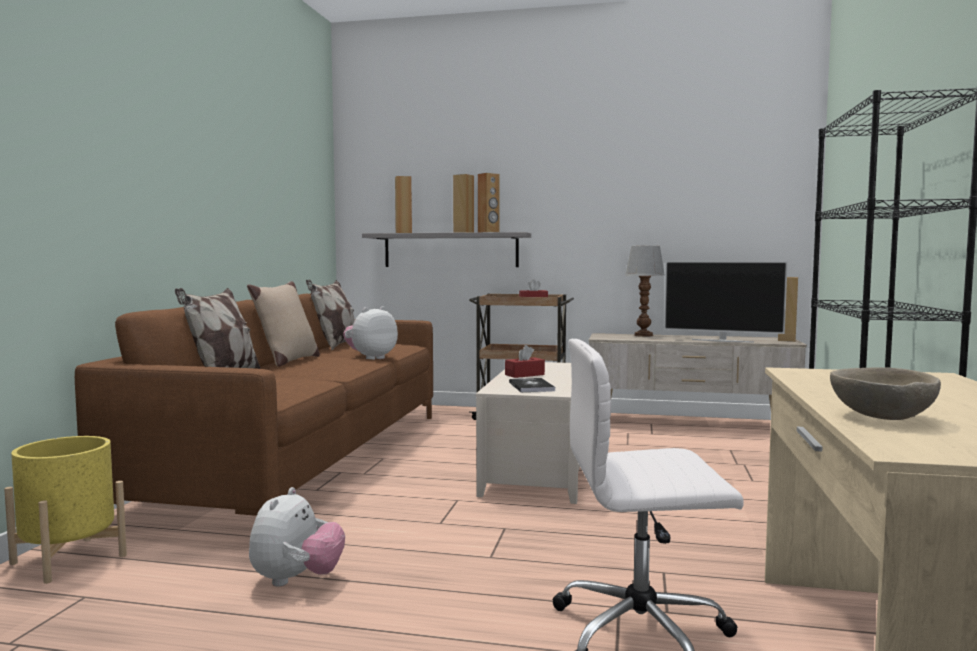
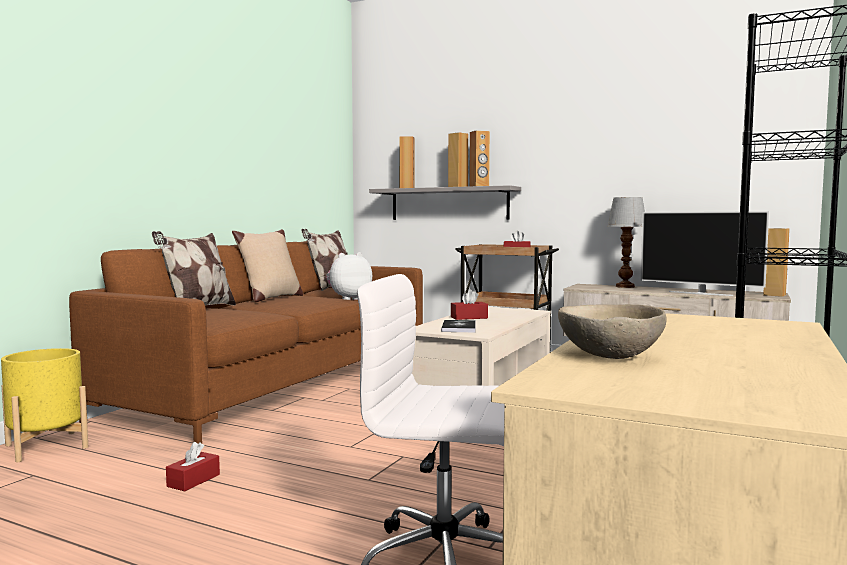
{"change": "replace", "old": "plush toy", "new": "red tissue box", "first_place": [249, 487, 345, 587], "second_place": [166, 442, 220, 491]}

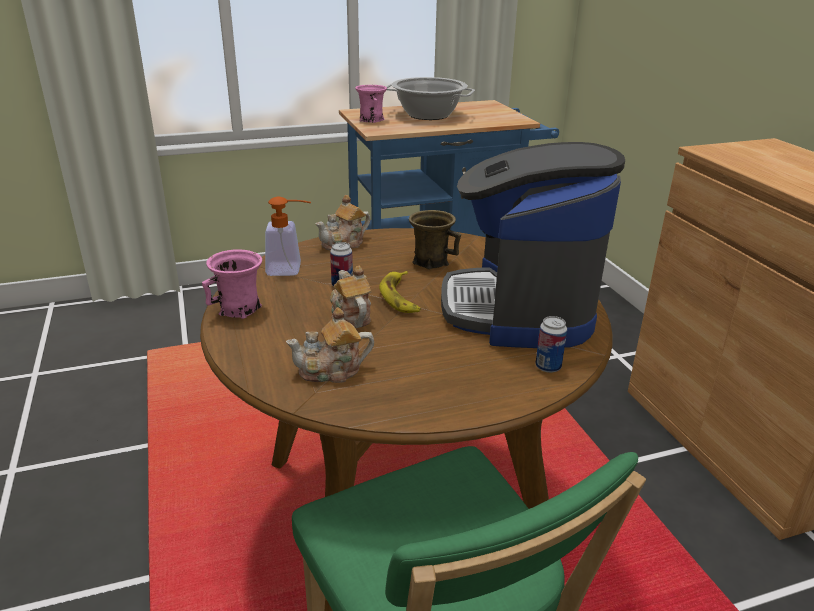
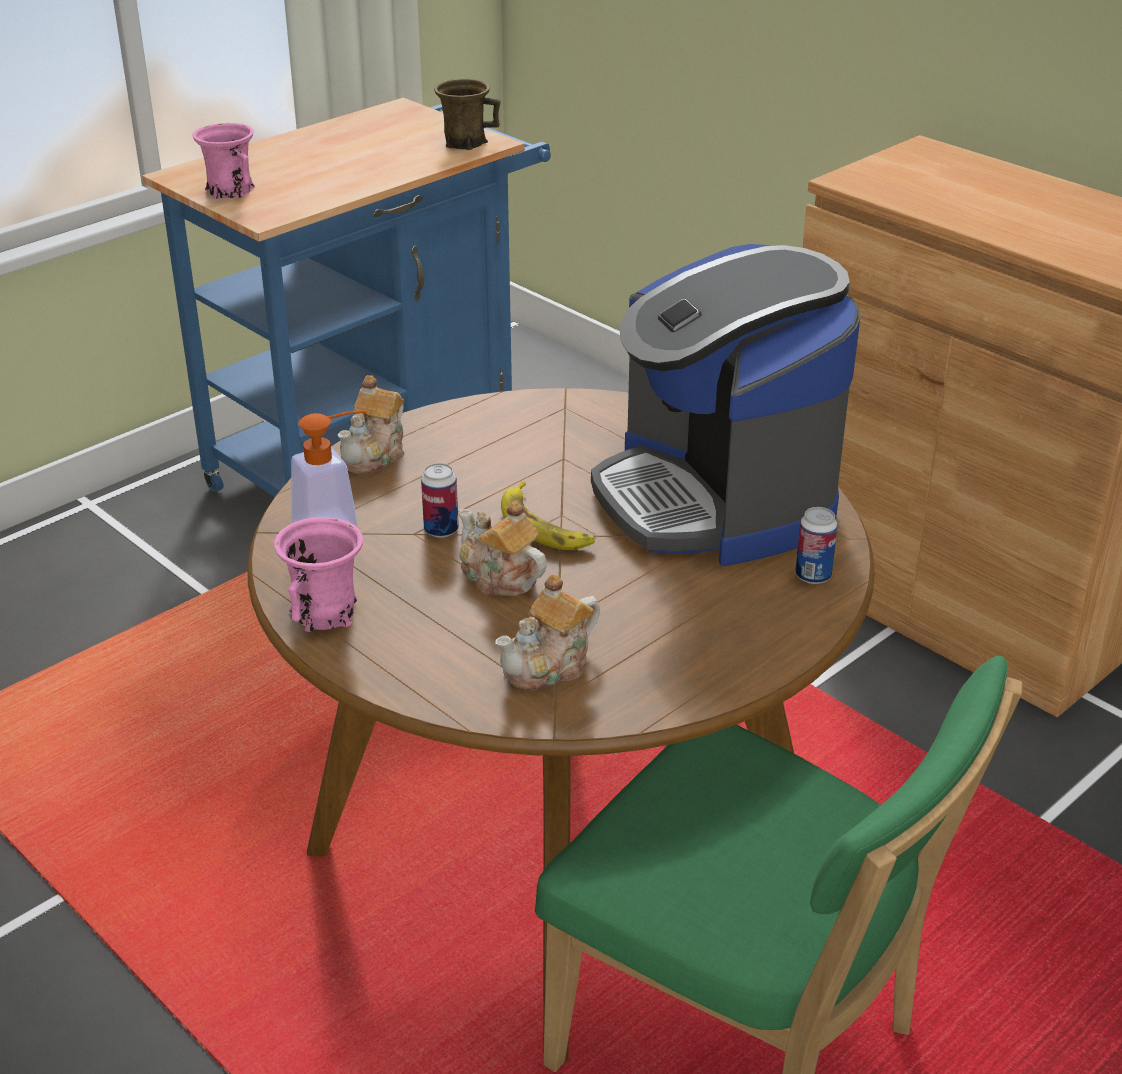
{"change": "delete", "old": "cooking pot", "first_place": [386, 77, 475, 120]}
{"change": "move", "old": "brown mug", "first_place": [409, 210, 461, 269], "second_place": [434, 78, 501, 150]}

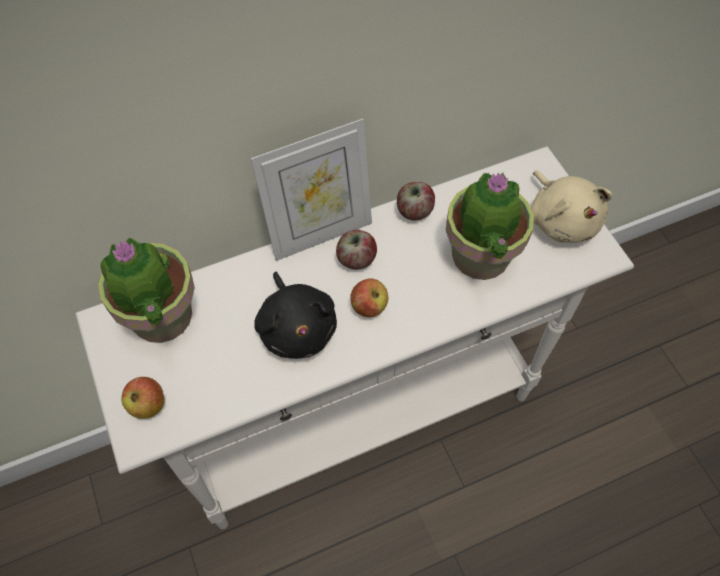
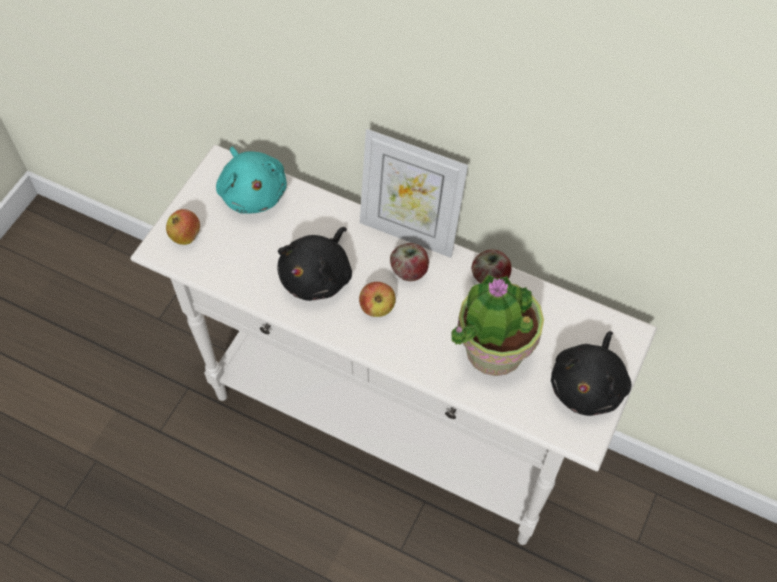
{"change": "replace", "old": "potted plant", "new": "turquoise plush toy", "first_place": [98, 237, 195, 343], "second_place": [216, 146, 287, 214]}
{"change": "recolor", "old": "beige plush toy", "new": "black plush toy", "first_place": [531, 170, 612, 243], "second_place": [551, 331, 631, 416]}

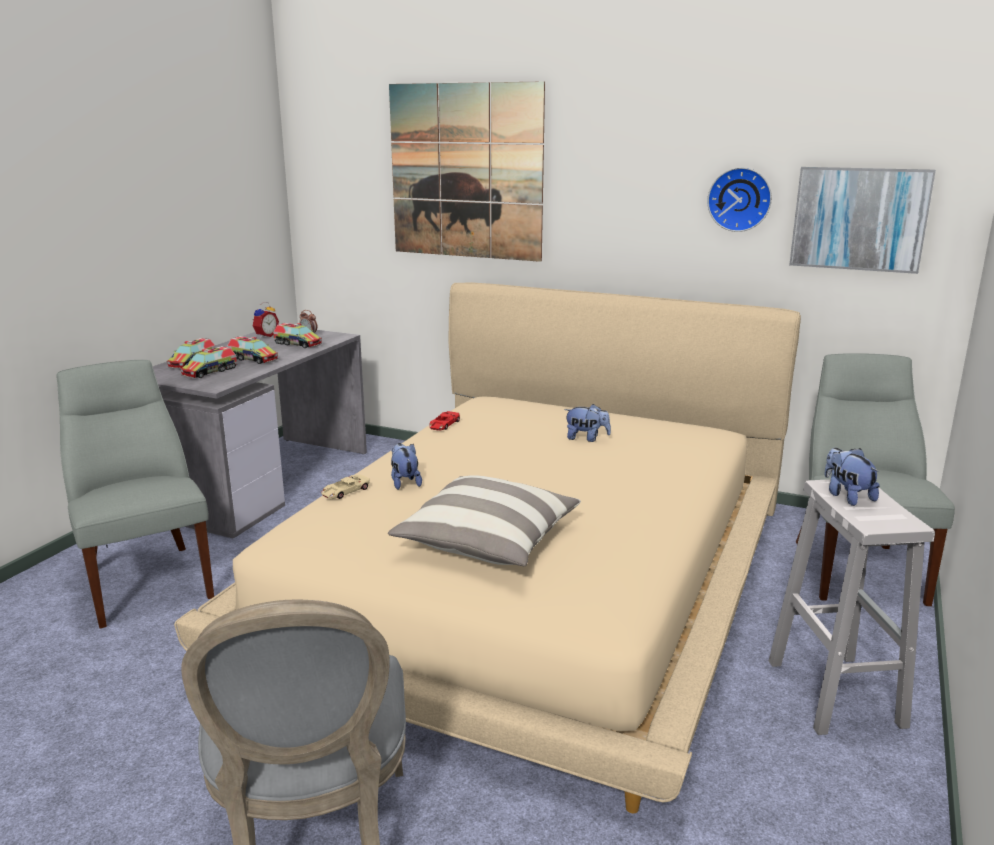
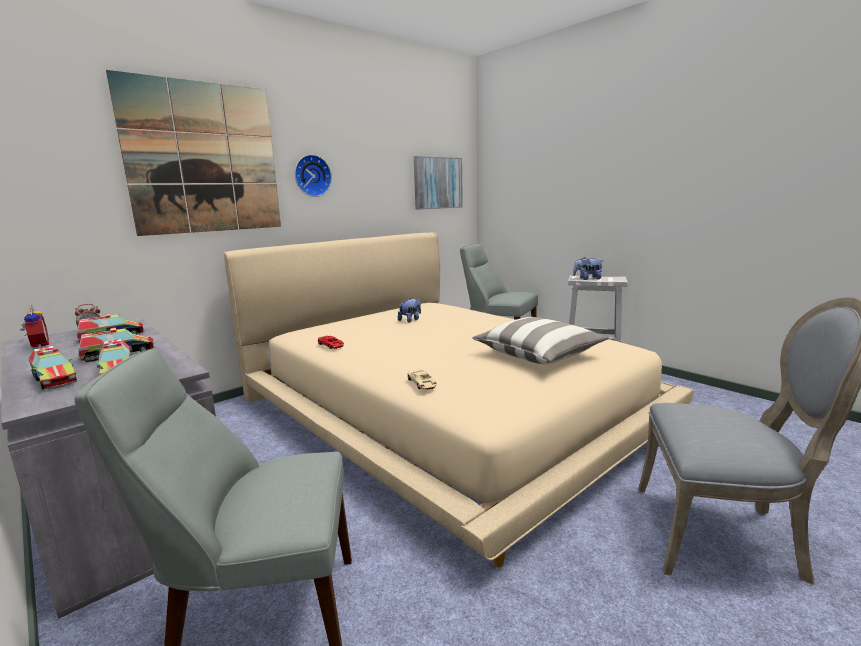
{"change": "delete", "old": "plush toy", "first_place": [391, 443, 422, 490]}
{"change": "move", "old": "wall clock", "first_place": [707, 167, 772, 232], "second_place": [295, 155, 332, 197]}

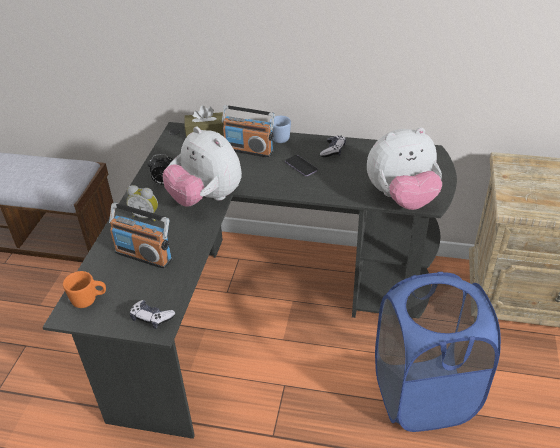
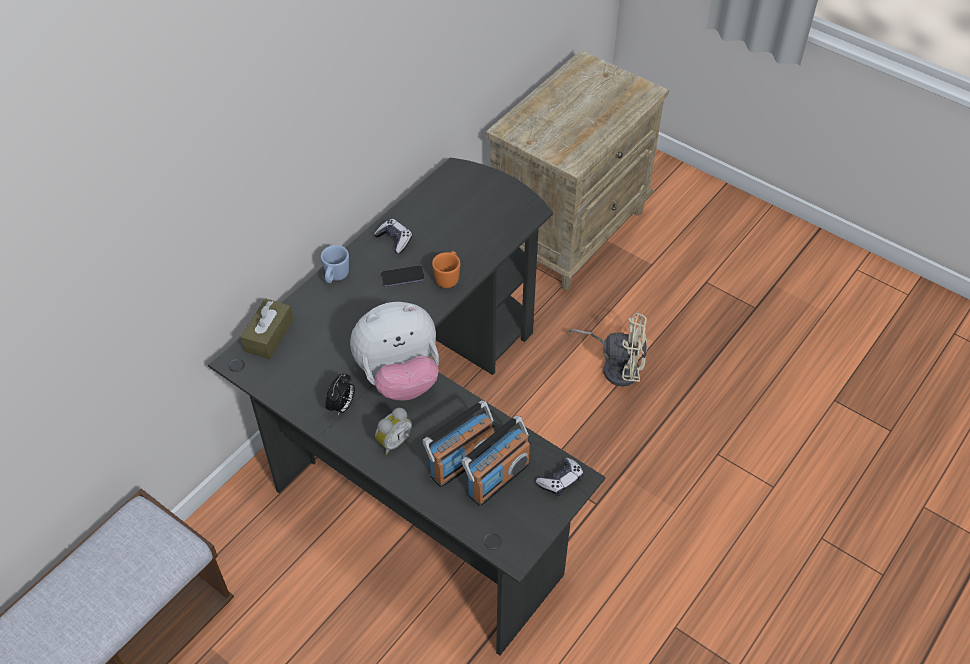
{"change": "move", "old": "orange mug", "first_place": [63, 271, 106, 308], "second_place": [432, 251, 460, 288]}
{"change": "move", "old": "radio", "first_place": [222, 105, 275, 158], "second_place": [461, 415, 531, 506]}
{"change": "delete", "old": "plush toy", "first_place": [367, 127, 442, 210]}
{"change": "replace", "old": "blue laundry basket", "new": "beige fan", "first_place": [375, 272, 501, 432], "second_place": [569, 313, 647, 387]}

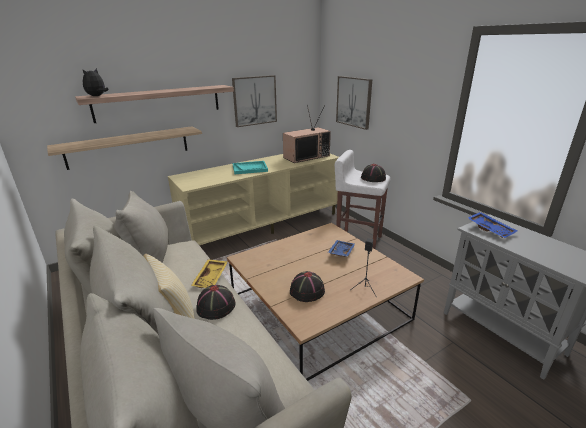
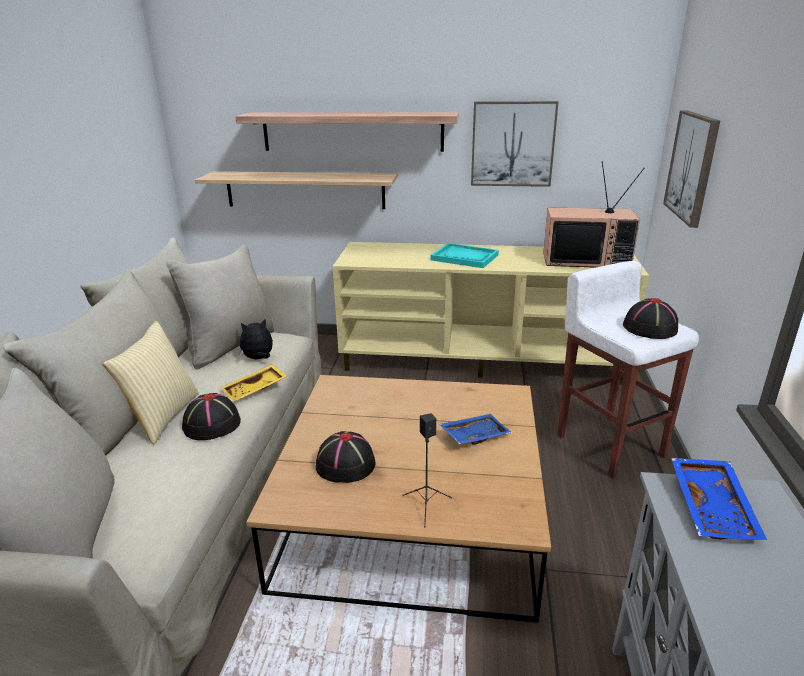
{"change": "move", "old": "plush toy", "first_place": [82, 68, 109, 96], "second_place": [239, 319, 273, 359]}

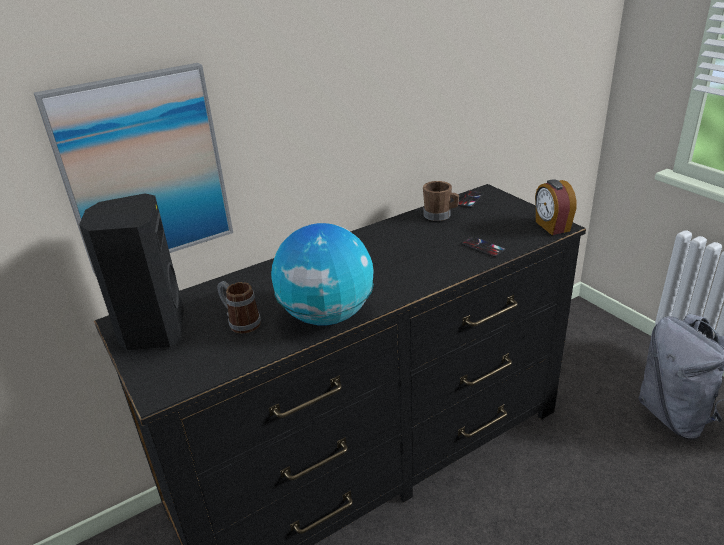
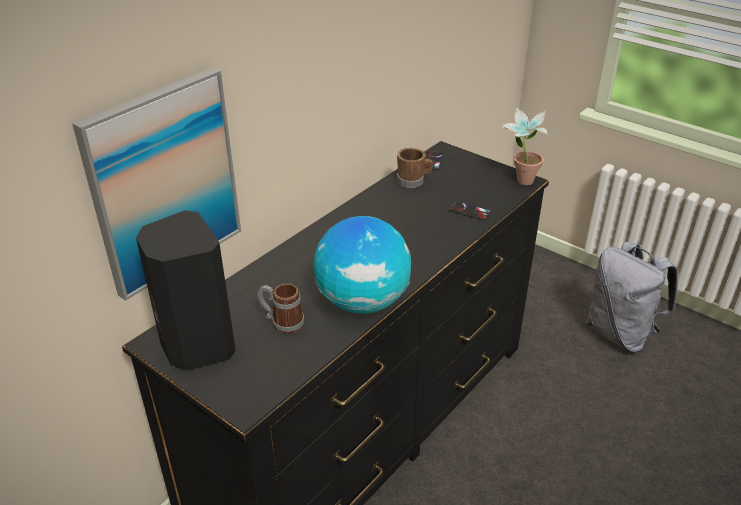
{"change": "replace", "old": "alarm clock", "new": "potted plant", "first_place": [535, 179, 577, 235], "second_place": [501, 107, 548, 185]}

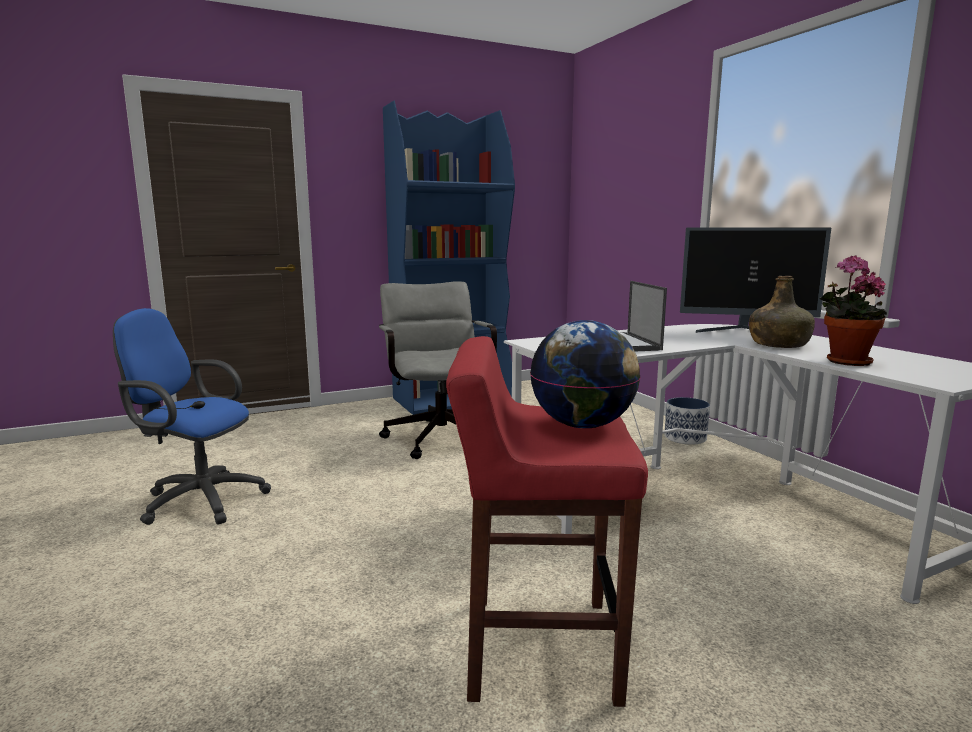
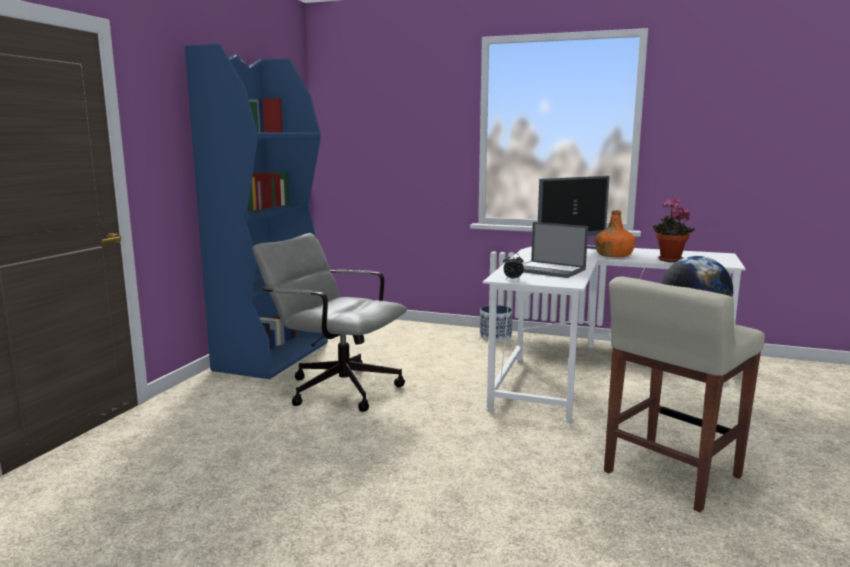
{"change": "delete", "old": "blue office chair", "first_place": [113, 308, 271, 525]}
{"change": "recolor", "old": "red stool", "new": "beige stool", "first_place": [446, 336, 648, 707], "second_place": [604, 276, 765, 512]}
{"change": "recolor", "old": "green bottle", "new": "orange bottle", "first_place": [749, 276, 815, 348], "second_place": [595, 210, 636, 257]}
{"change": "insert", "new": "alarm clock", "second_place": [503, 253, 524, 280]}

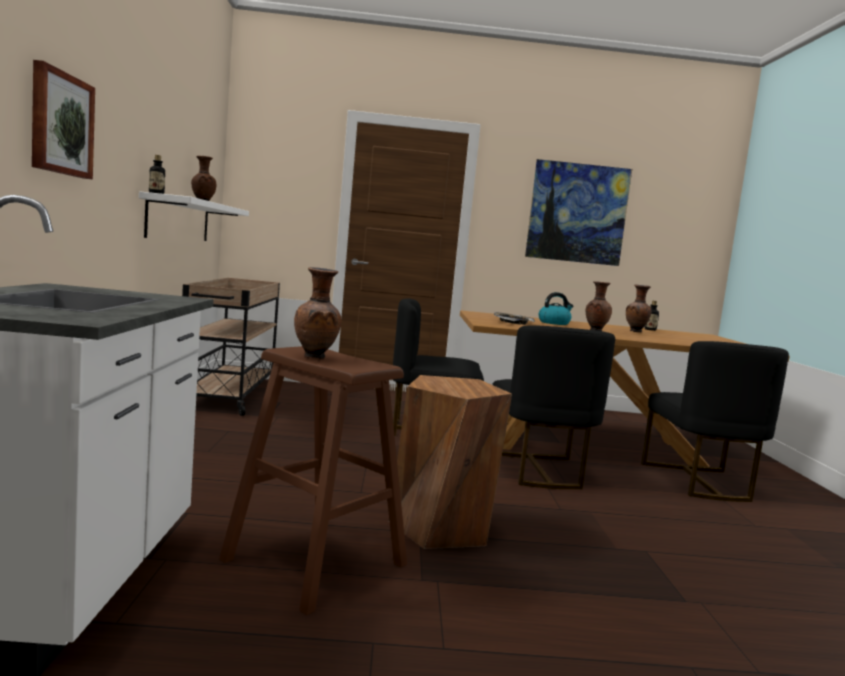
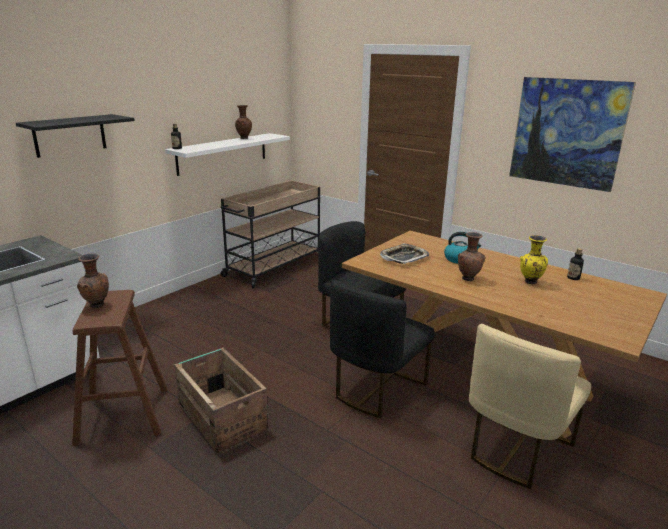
{"change": "replace", "old": "picture", "new": "black shelf", "first_place": [32, 60, 95, 180], "second_place": [16, 114, 135, 158]}
{"change": "replace", "old": "brown stool", "new": "crate", "first_place": [389, 375, 512, 549], "second_place": [174, 348, 268, 454]}
{"change": "recolor", "old": "brown vase", "new": "yellow vase", "first_place": [626, 285, 651, 332], "second_place": [520, 235, 548, 284]}
{"change": "recolor", "old": "black chair", "new": "beige chair", "first_place": [641, 341, 789, 502], "second_place": [469, 324, 591, 489]}

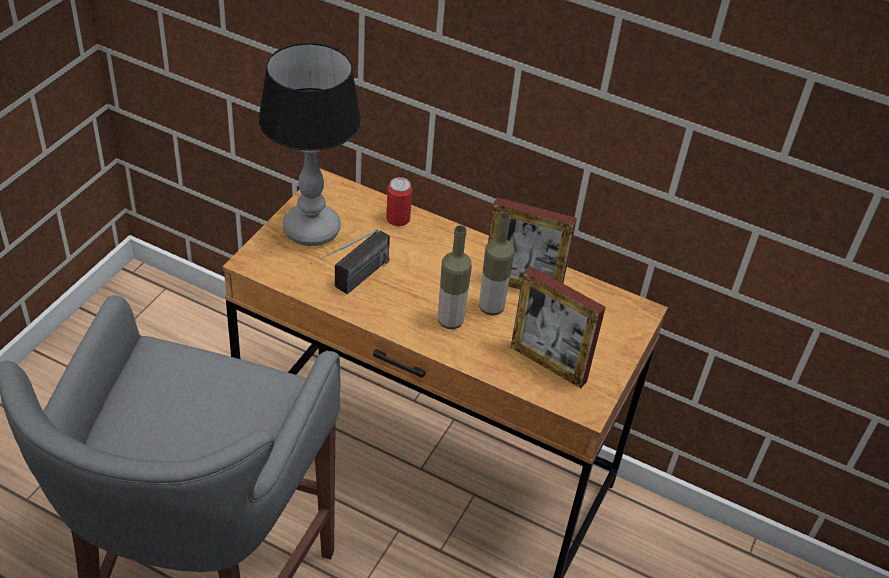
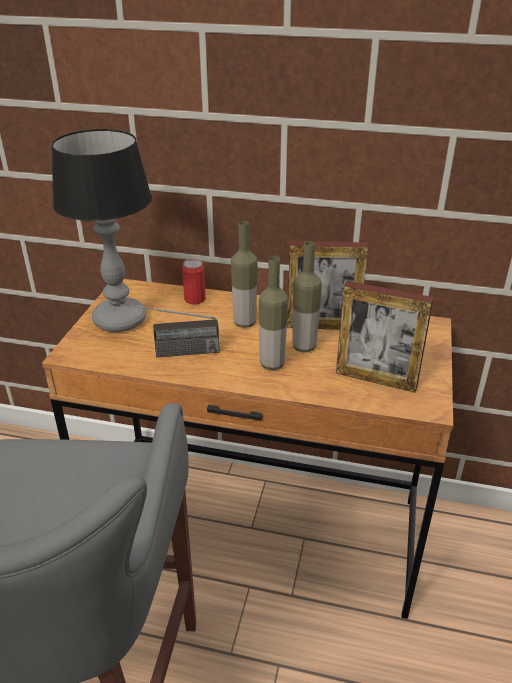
{"change": "rotate", "old": "radio", "first_place": [311, 229, 390, 294], "second_place": [115, 303, 220, 357], "degrees": 60}
{"change": "insert", "new": "bottle", "second_place": [231, 221, 257, 328]}

